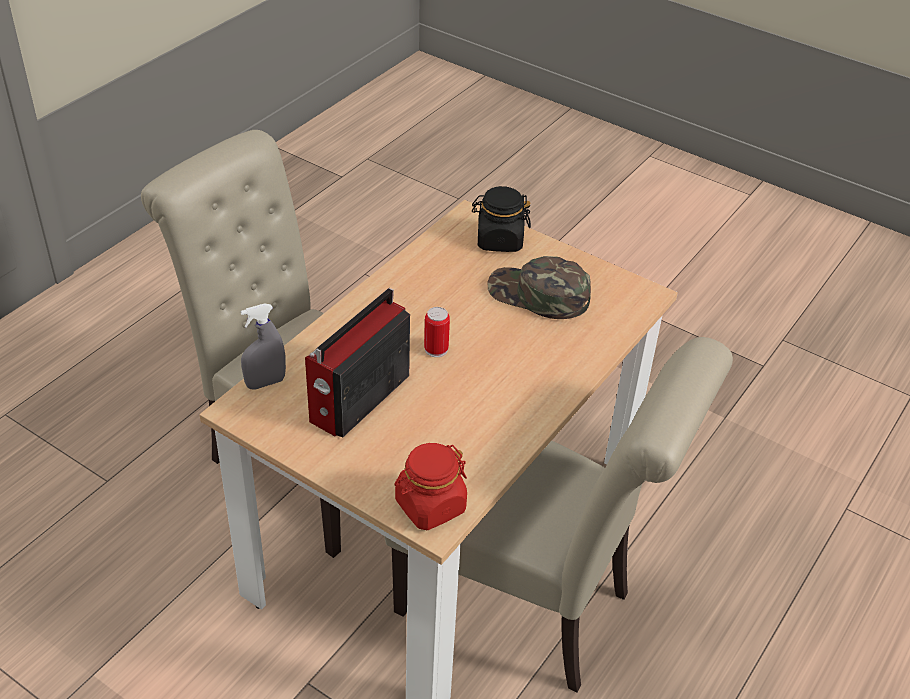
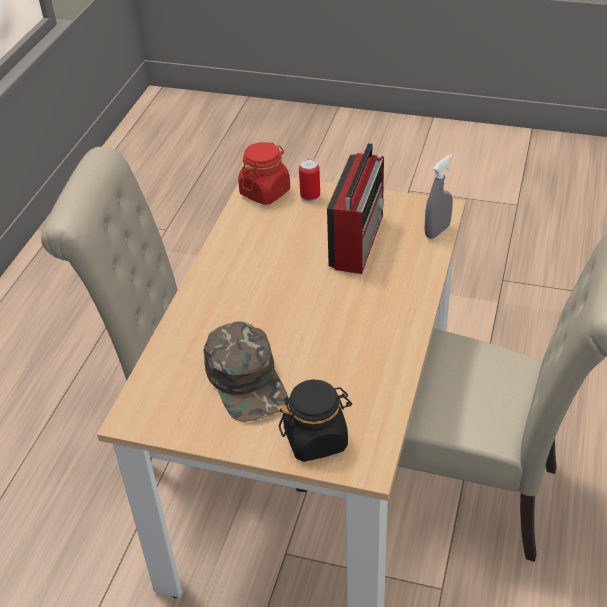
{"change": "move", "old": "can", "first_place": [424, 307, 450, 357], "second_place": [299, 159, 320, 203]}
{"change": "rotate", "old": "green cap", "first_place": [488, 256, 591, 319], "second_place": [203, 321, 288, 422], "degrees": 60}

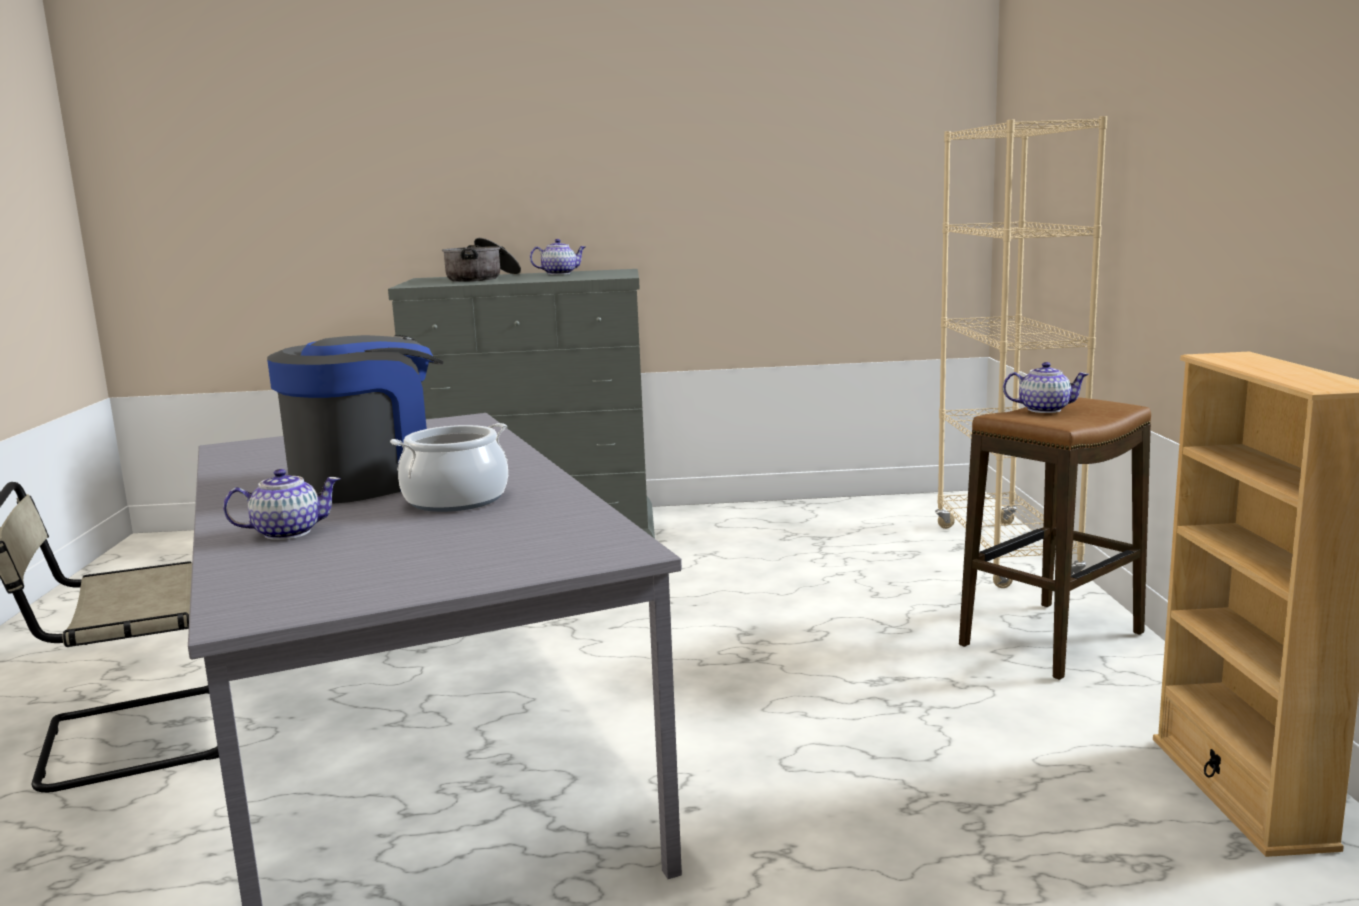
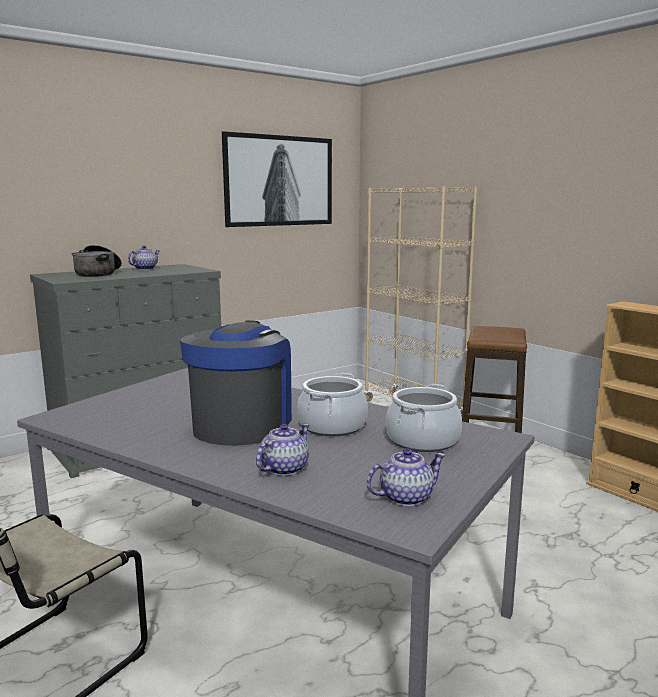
{"change": "move", "old": "teapot", "first_place": [1003, 362, 1089, 413], "second_place": [367, 448, 446, 506]}
{"change": "insert", "new": "picture", "second_place": [222, 131, 332, 227]}
{"change": "insert", "new": "cooking pot", "second_place": [386, 384, 462, 452]}

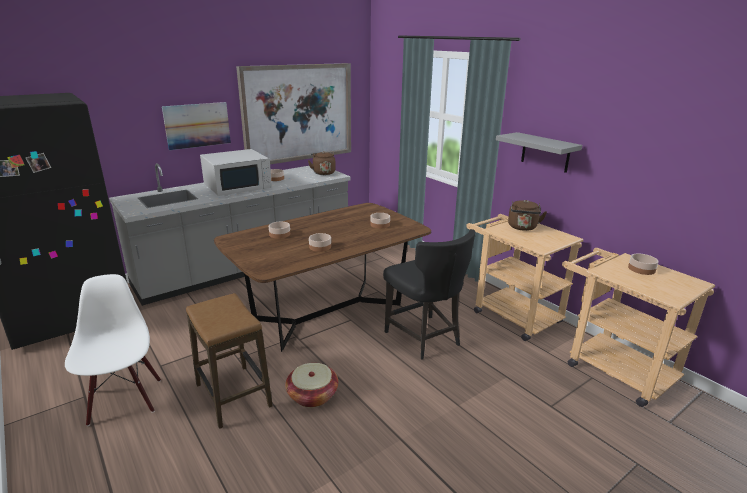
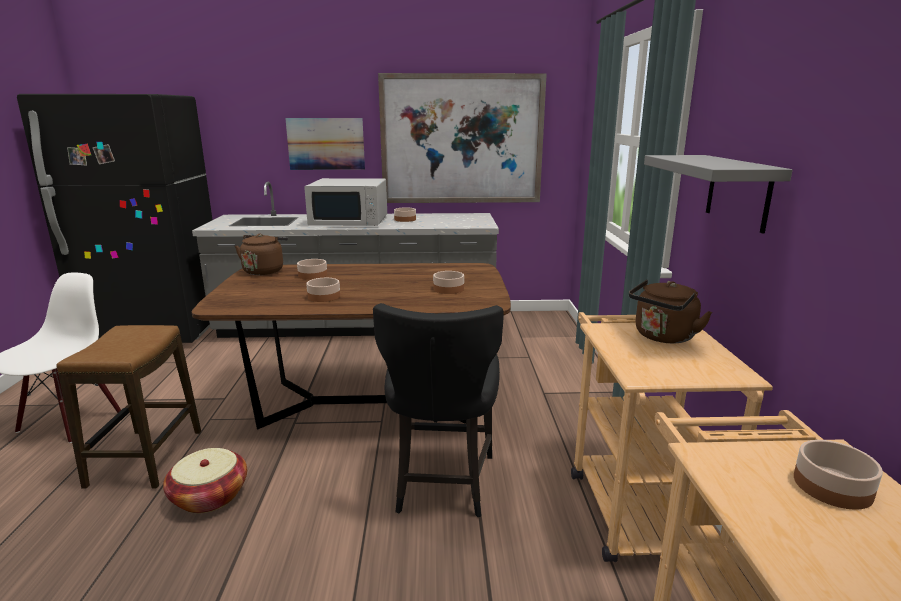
{"change": "move", "old": "brown kettle", "first_place": [308, 151, 336, 175], "second_place": [235, 234, 288, 275]}

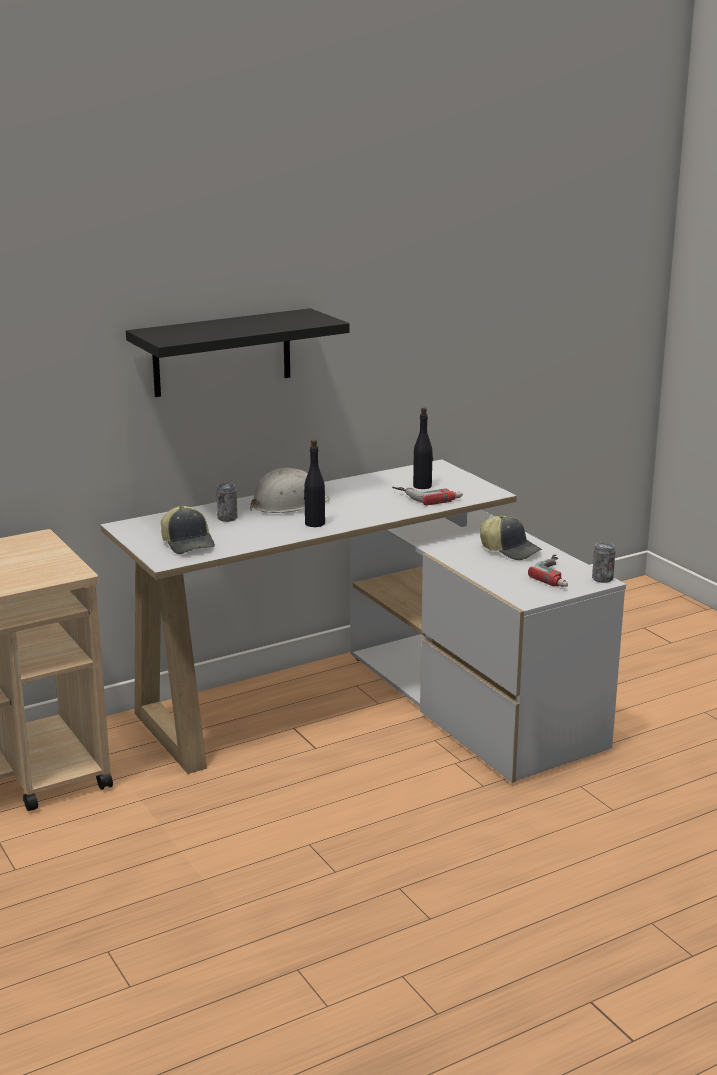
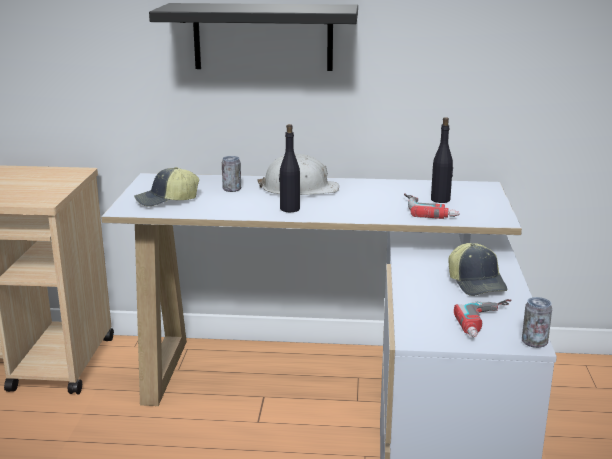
{"change": "rotate", "old": "cap", "first_place": [161, 506, 215, 554], "second_place": [134, 167, 199, 207], "degrees": 60}

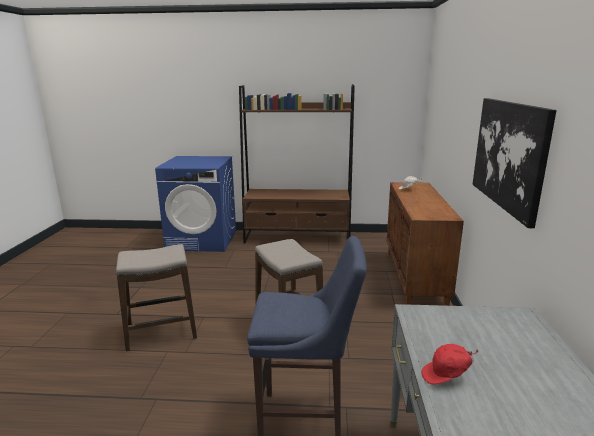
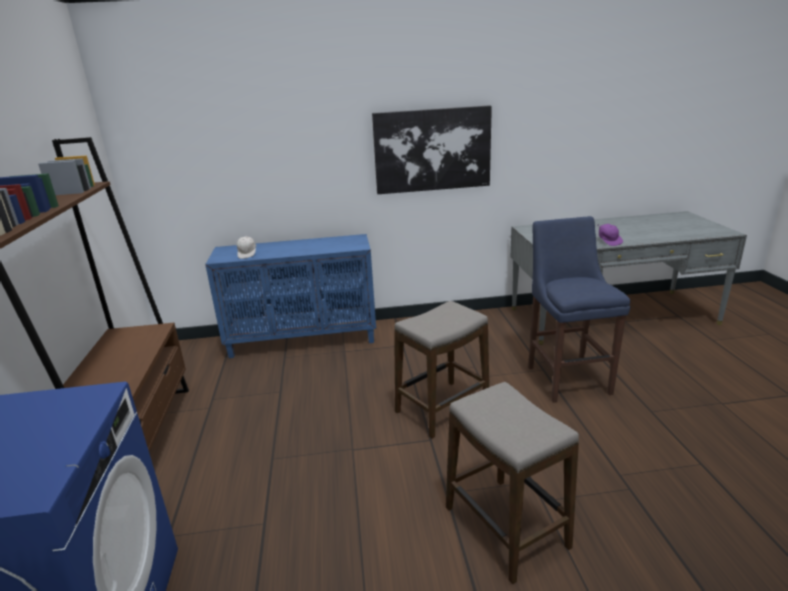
{"change": "recolor", "old": "brown cabinet", "new": "blue cabinet", "first_place": [387, 182, 464, 306], "second_place": [205, 234, 376, 358]}
{"change": "recolor", "old": "red cap", "new": "purple cap", "first_place": [421, 344, 478, 384], "second_place": [597, 224, 623, 246]}

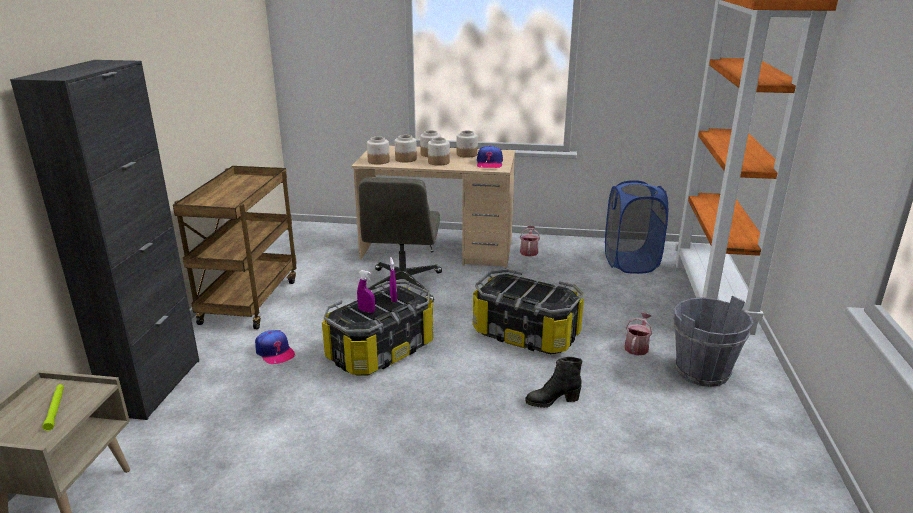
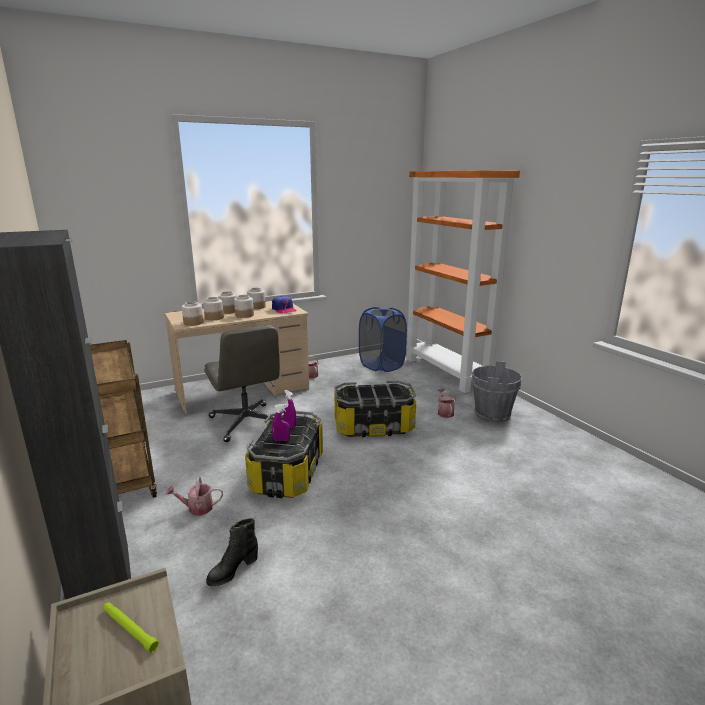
{"change": "replace", "old": "cap", "new": "watering can", "first_place": [255, 330, 296, 364], "second_place": [166, 477, 223, 516]}
{"change": "move", "old": "black boot", "first_place": [525, 357, 582, 408], "second_place": [206, 518, 258, 587]}

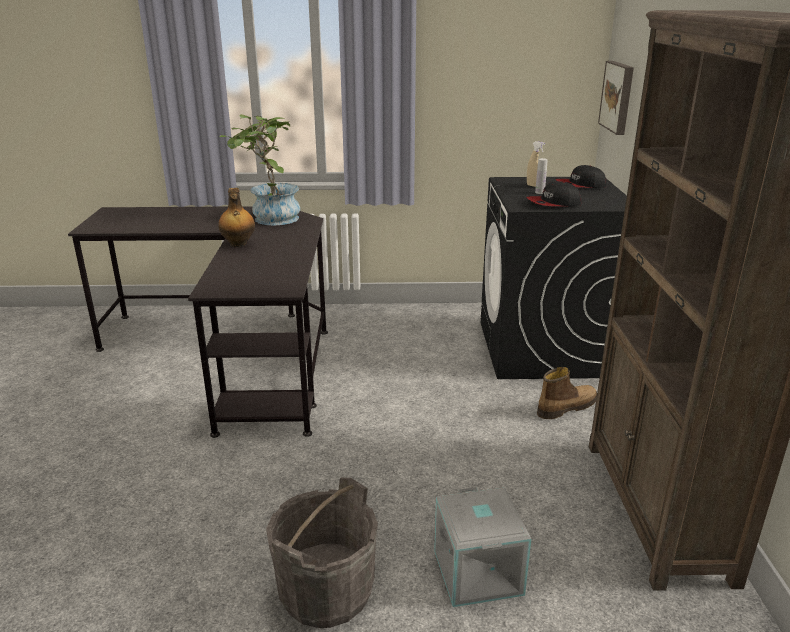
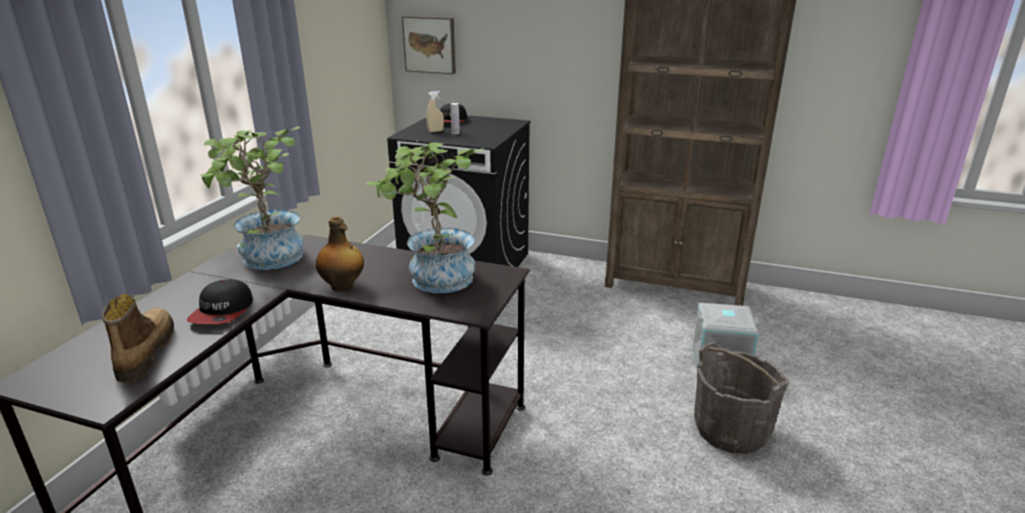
{"change": "move", "old": "cap", "first_place": [527, 181, 581, 207], "second_place": [187, 279, 253, 324]}
{"change": "move", "old": "boot", "first_place": [537, 367, 597, 419], "second_place": [102, 294, 174, 382]}
{"change": "insert", "new": "potted plant", "second_place": [366, 142, 484, 293]}

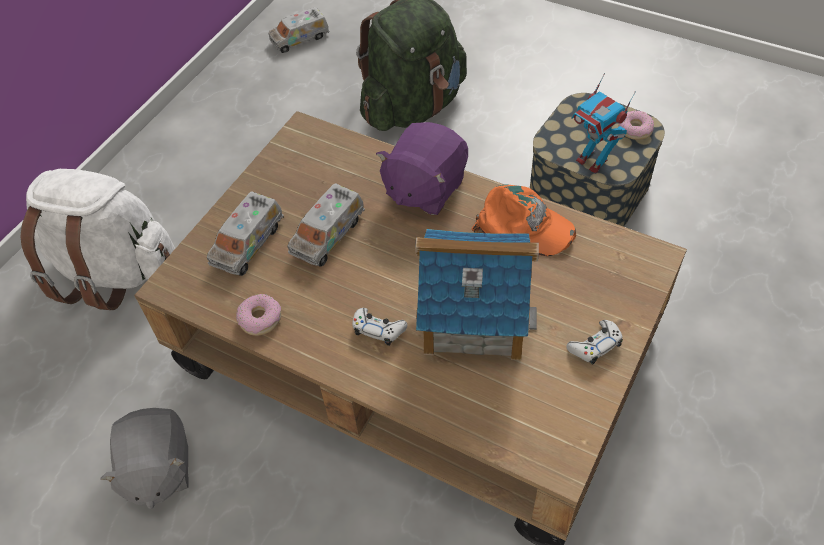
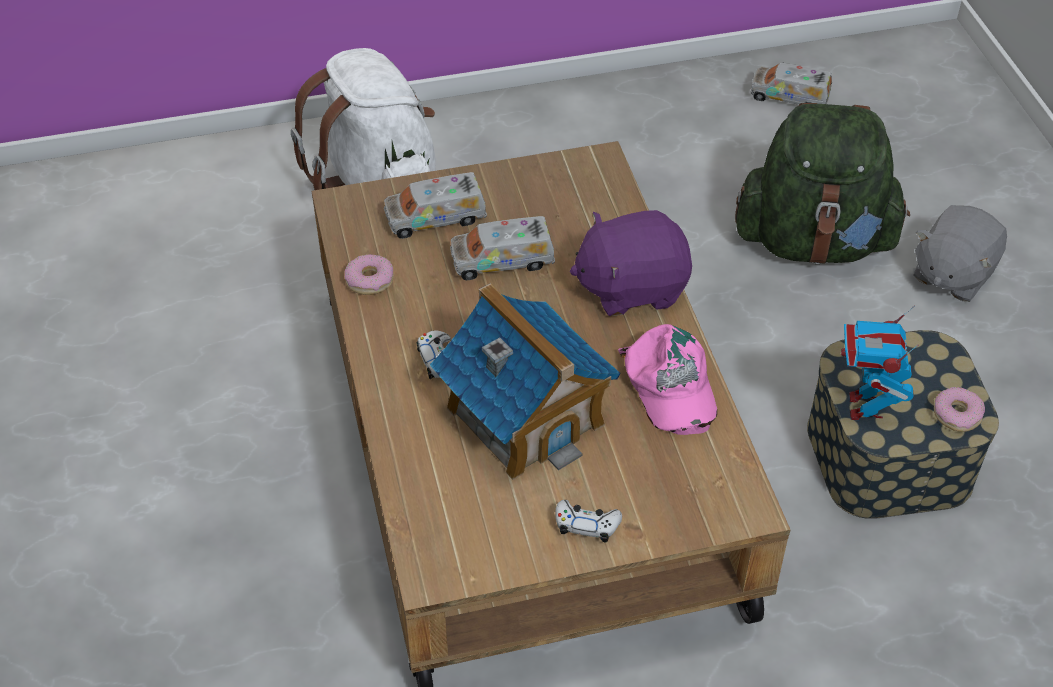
{"change": "move", "old": "grey plush toy", "first_place": [100, 408, 189, 509], "second_place": [914, 205, 1007, 302]}
{"change": "recolor", "old": "orange cap", "new": "pink cap", "first_place": [471, 184, 576, 256], "second_place": [618, 324, 717, 435]}

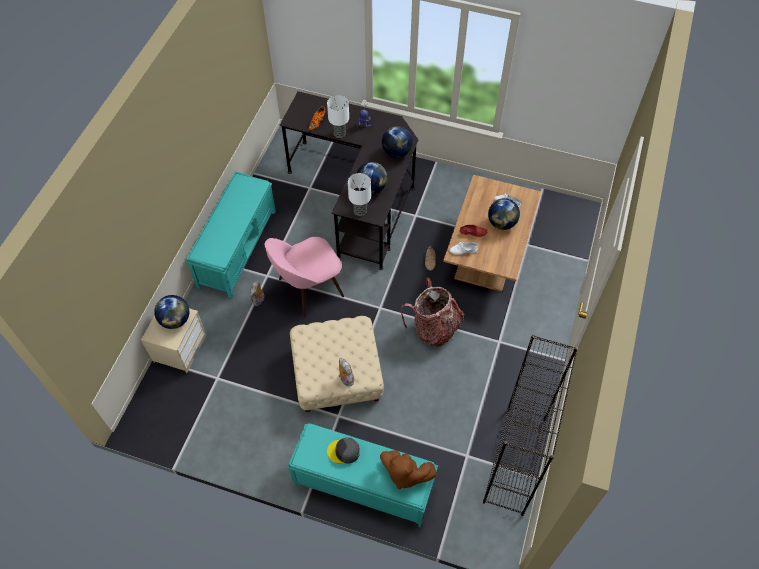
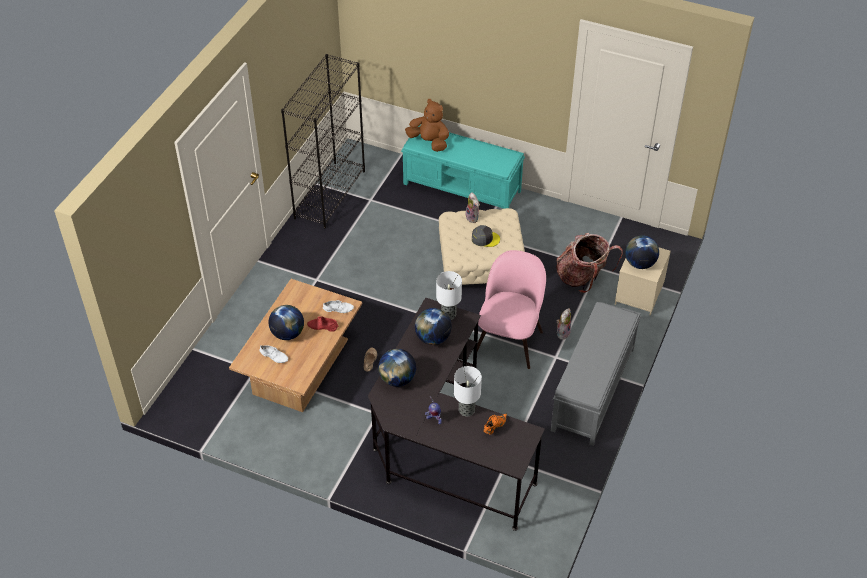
{"change": "recolor", "old": "turquoise bench", "new": "grey bench", "first_place": [186, 171, 276, 298], "second_place": [551, 302, 641, 446]}
{"change": "rotate", "old": "pink chair", "first_place": [264, 237, 344, 317], "second_place": [477, 250, 546, 369], "degrees": -45}
{"change": "move", "old": "grey cap", "first_place": [327, 437, 360, 464], "second_place": [472, 225, 500, 247]}
{"change": "move", "old": "backpack", "first_place": [401, 277, 464, 347], "second_place": [556, 233, 623, 293]}

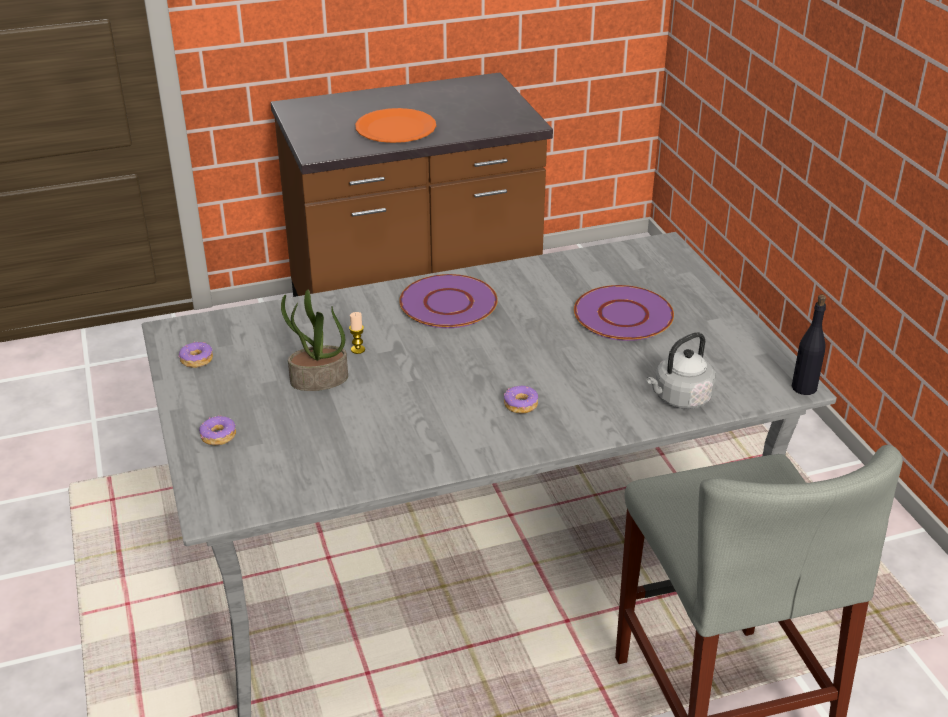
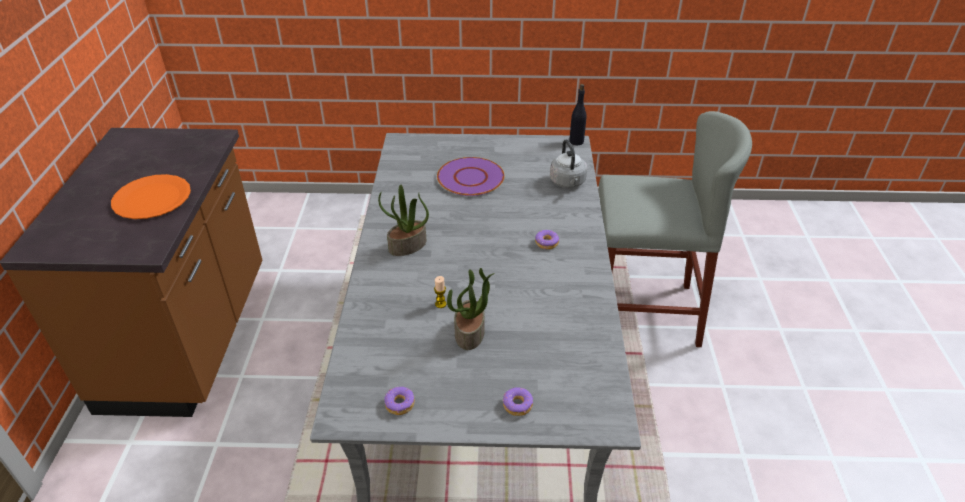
{"change": "replace", "old": "purple plate", "new": "potted plant", "first_place": [399, 274, 498, 328], "second_place": [378, 185, 429, 256]}

